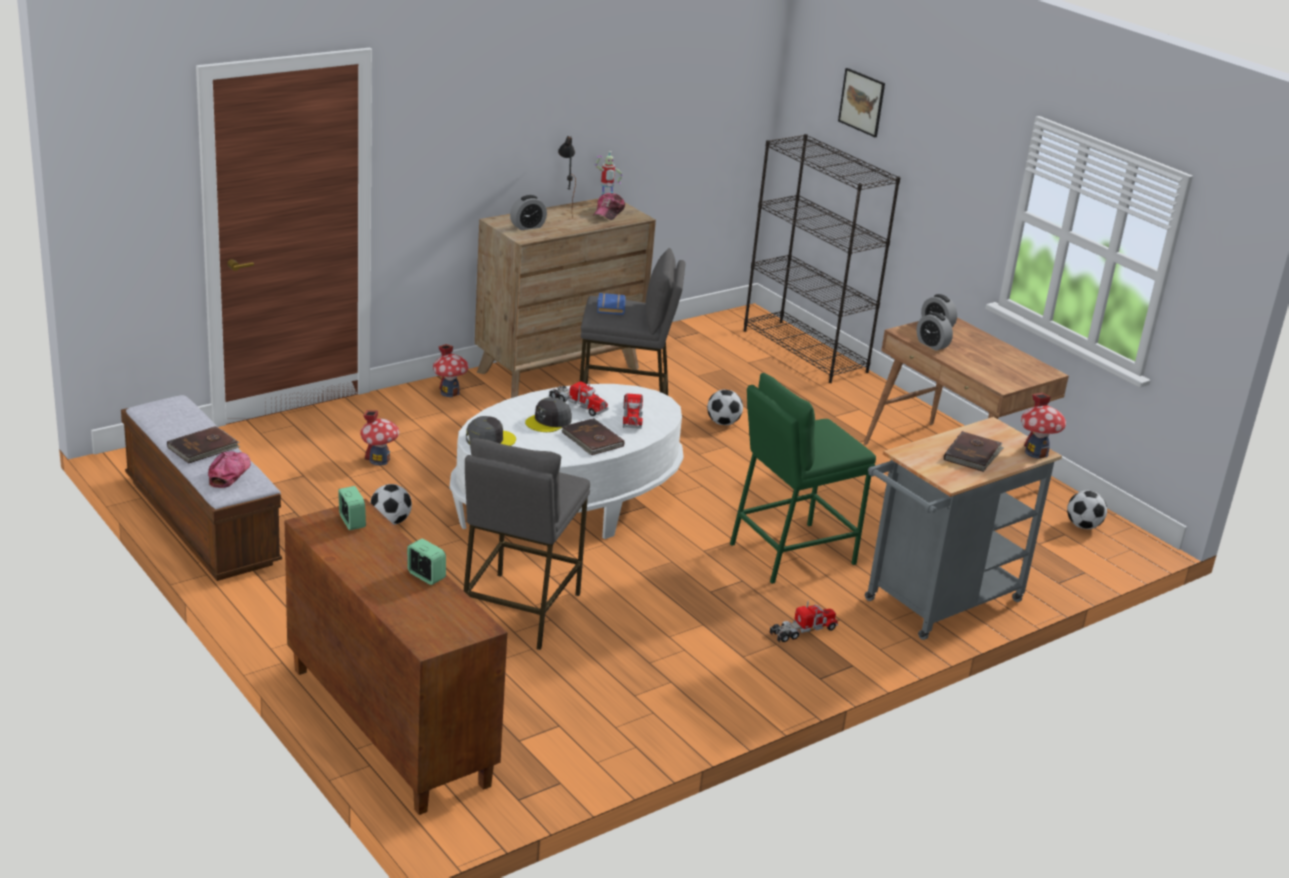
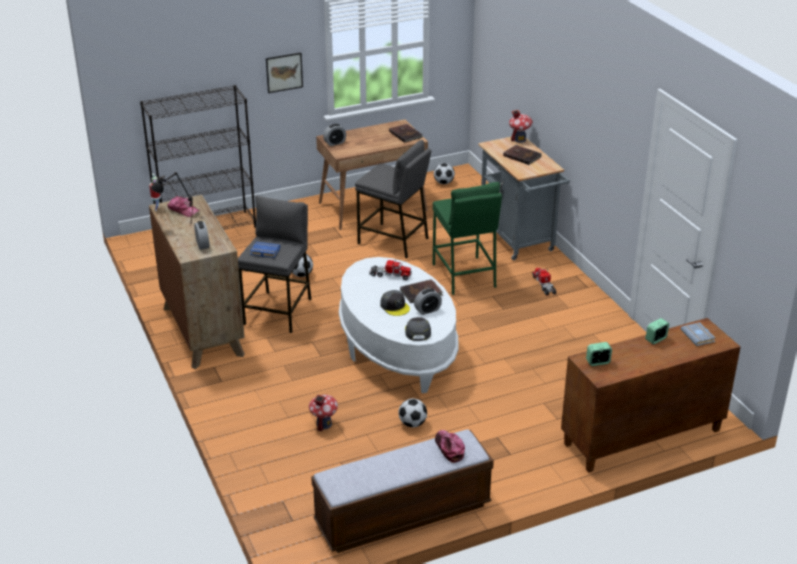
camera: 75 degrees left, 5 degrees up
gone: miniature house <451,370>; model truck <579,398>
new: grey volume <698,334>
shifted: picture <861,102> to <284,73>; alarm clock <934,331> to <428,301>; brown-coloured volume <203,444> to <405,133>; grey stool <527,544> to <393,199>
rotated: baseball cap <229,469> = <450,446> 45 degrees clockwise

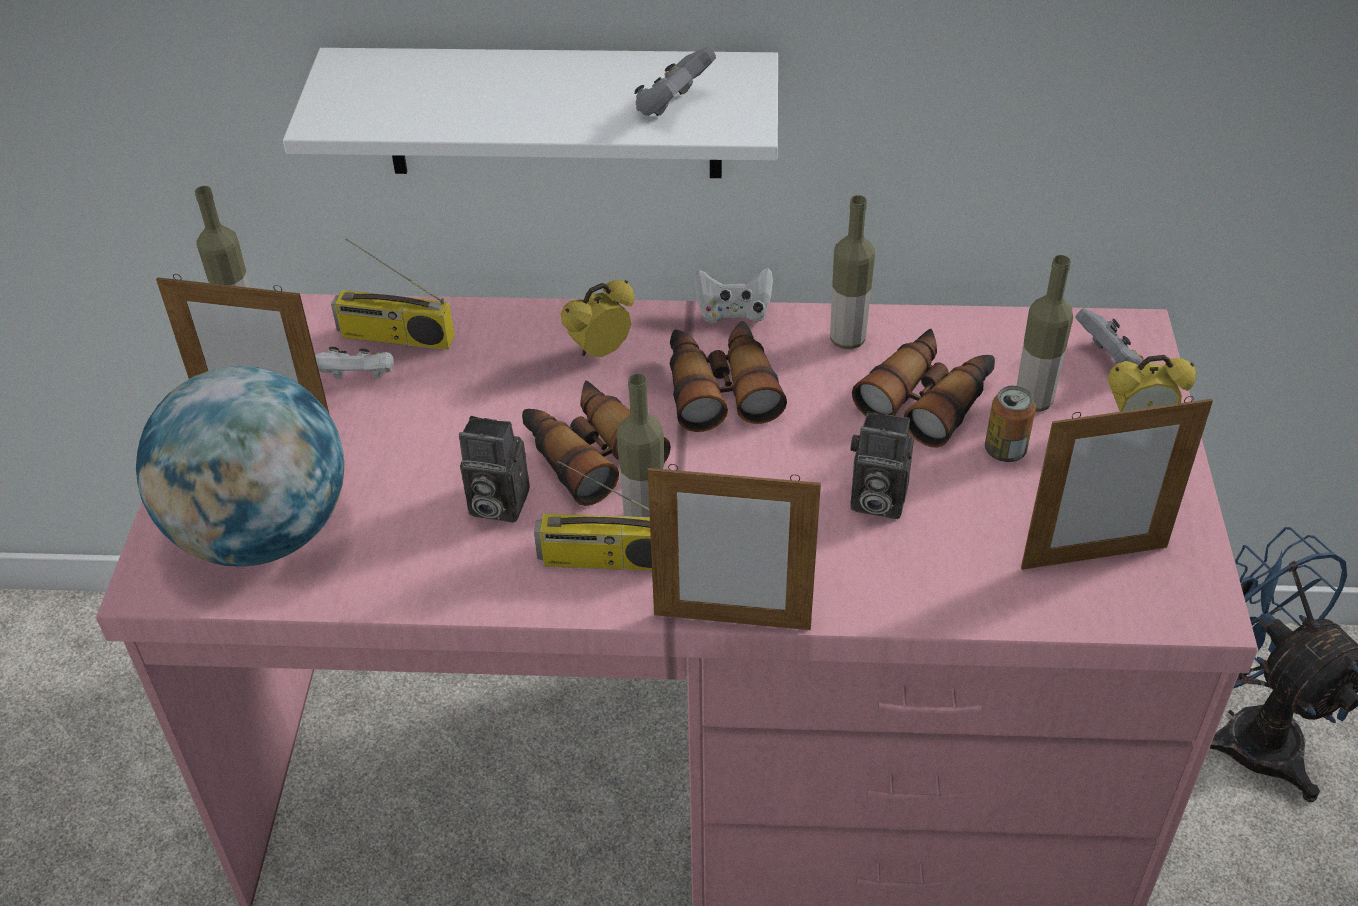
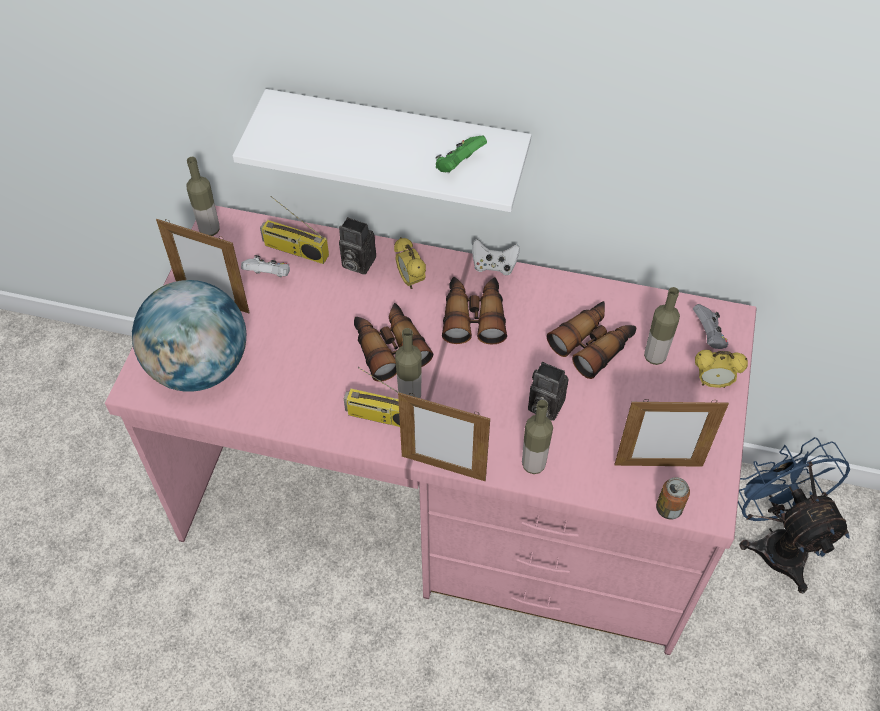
camera: 10 degrees right, 10 degrees up
shifted: drink bottle <852,272> to <537,437>; metal can <1010,424> to <673,498>; photo camera <494,469> to <357,246>
repainted: grey joypad <675,81> to green-coloured joypad <461,154>
rotated: alarm clock <597,318> = <410,263> 90 degrees counterclockwise

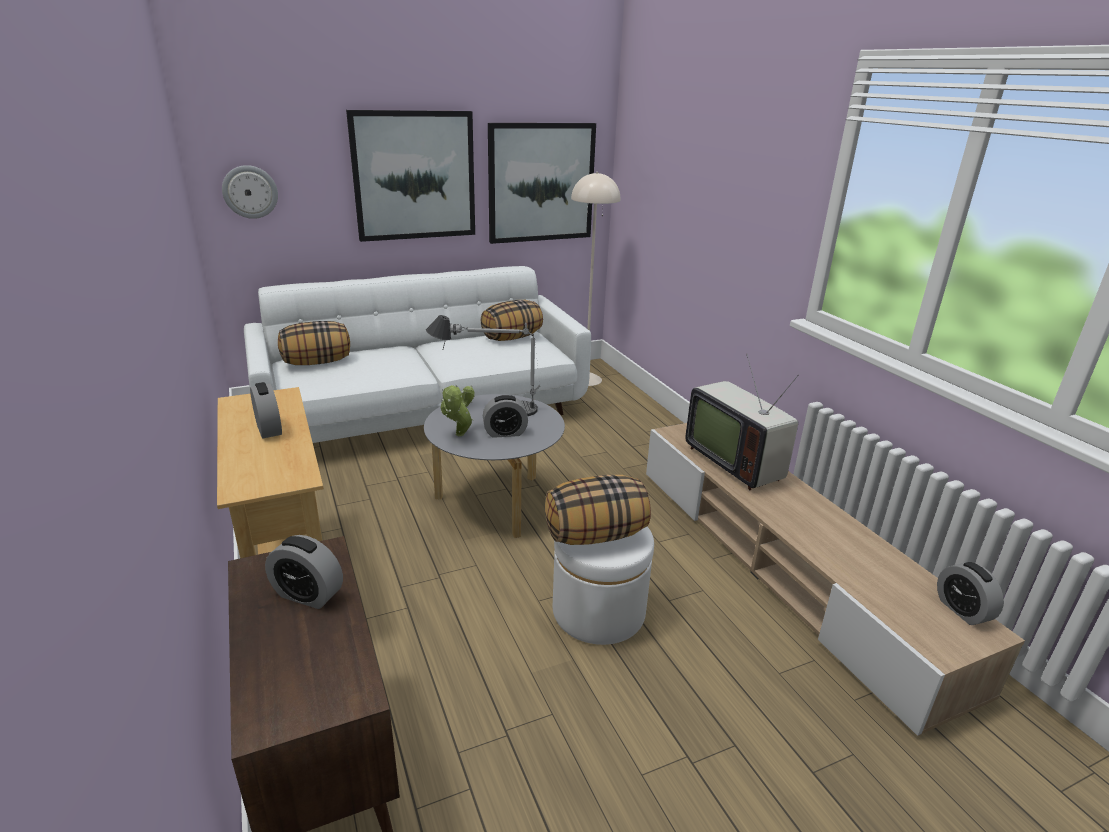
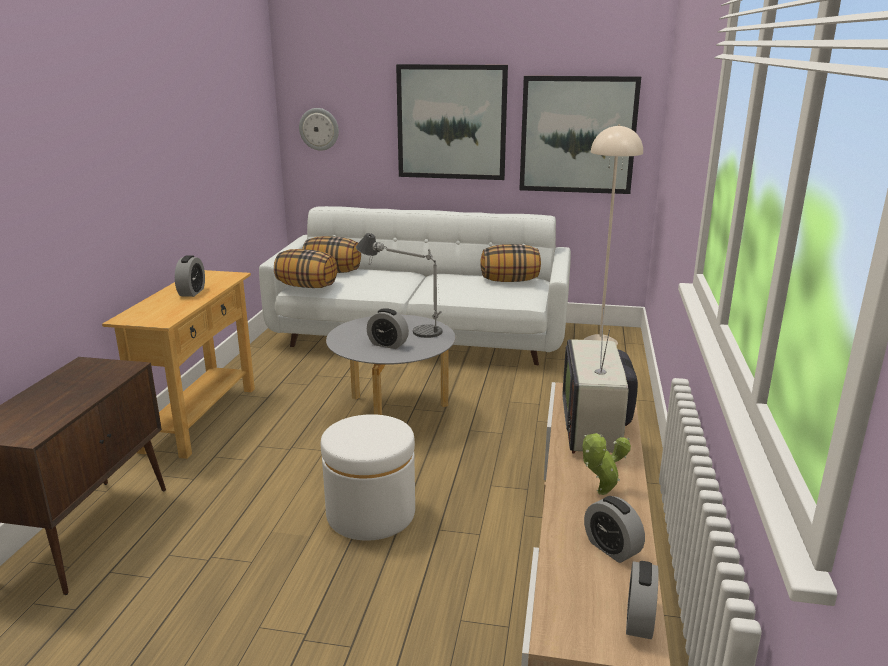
camera: 35 degrees right, 5 degrees down
shifted: plant in a pot <458,410> to <607,464>; cushion <598,510> to <305,268>; alarm clock <304,572> to <614,529>

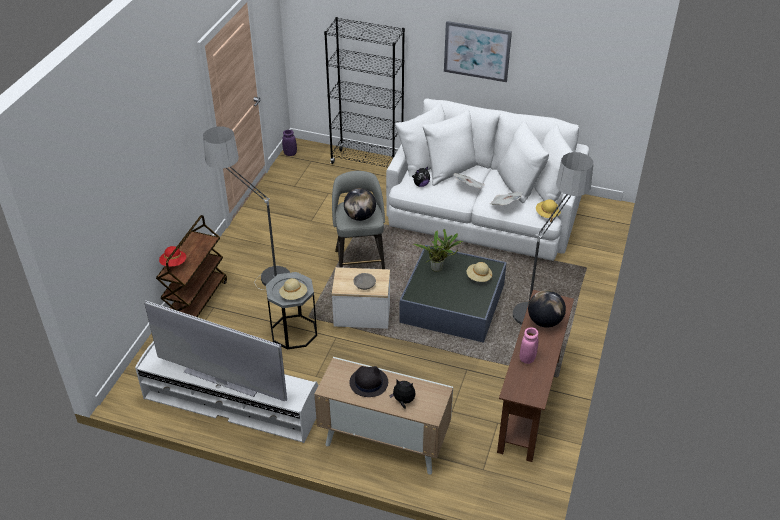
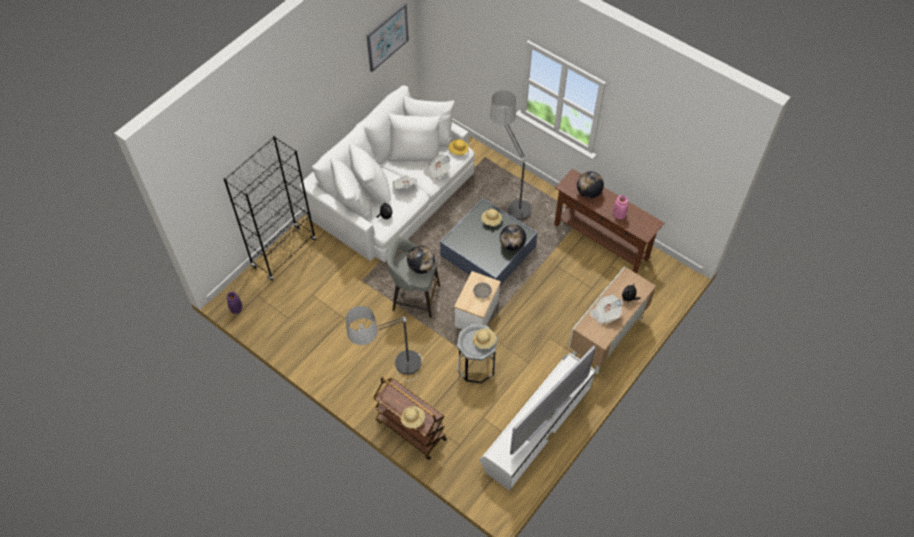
camera: 70 degrees left, 15 degrees up
gone: plant in a pot <438,250>
new: desk globe <513,237>
shifted: picture <478,51> to <388,37>
swapped: black clothing hat <368,381> to printed paper <606,310>
repainted: reddish clothing hat <172,256> to beige clothing hat <413,417>

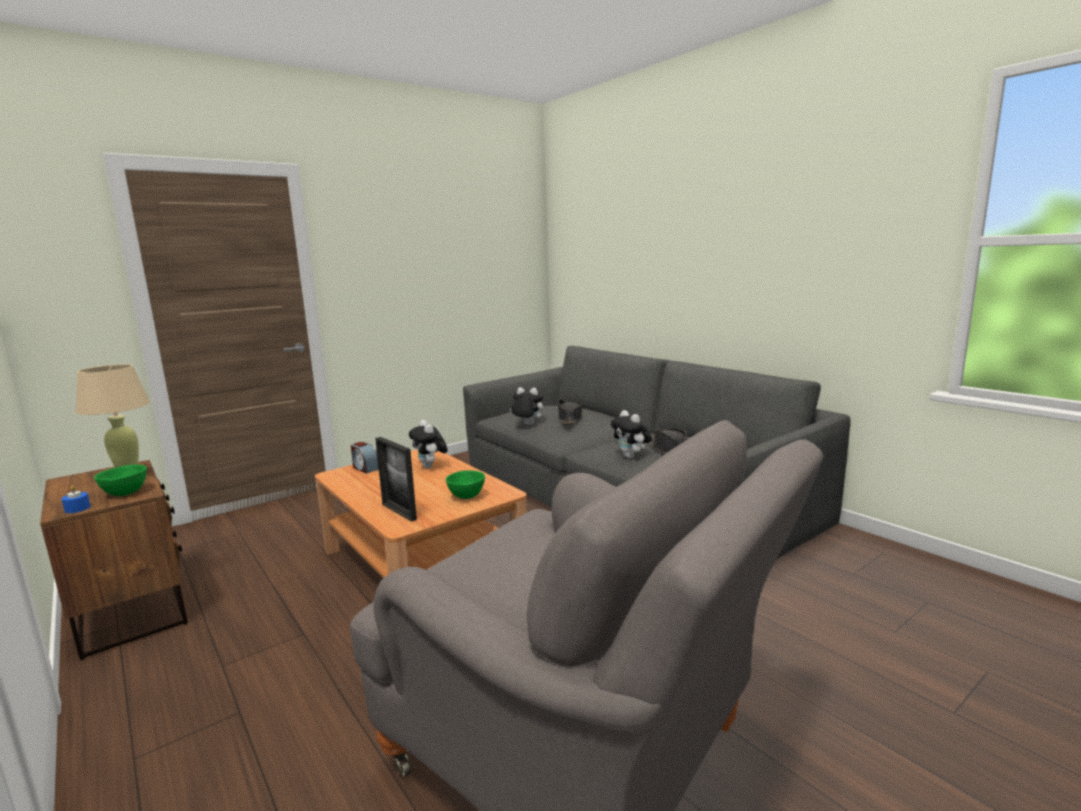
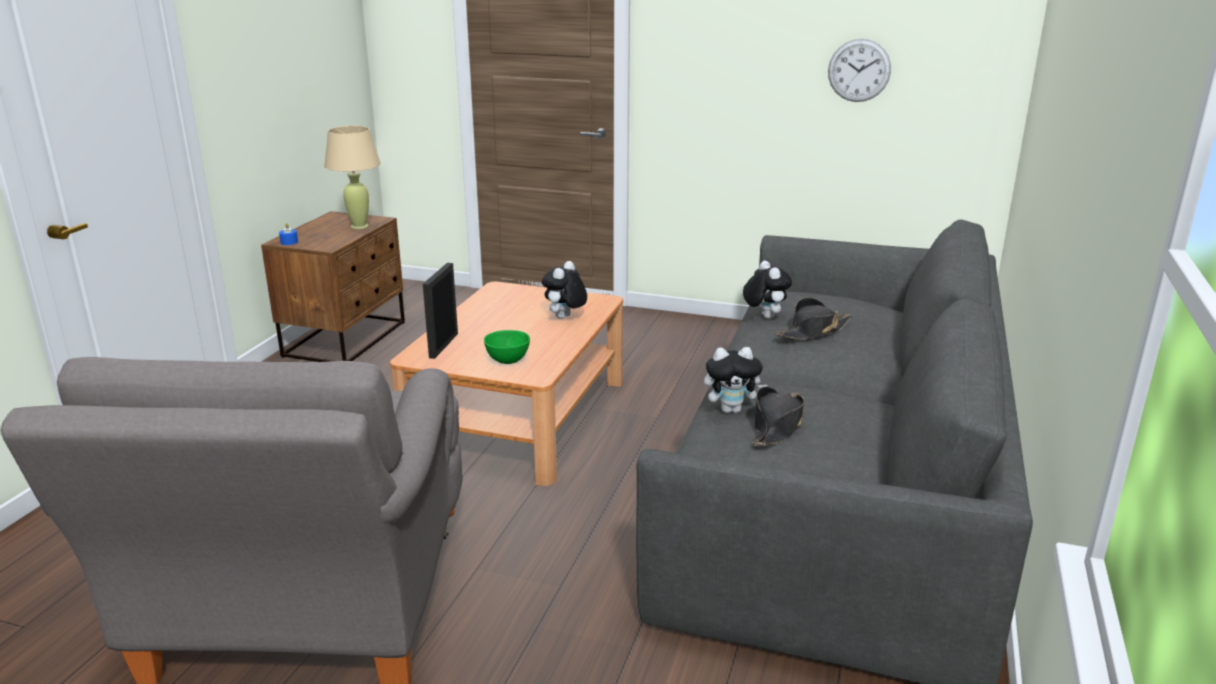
camera: 55 degrees right, 10 degrees up
gone: alarm clock <365,458>; green-coloured bowl <120,480>
new: hanging clock <859,70>
rotated: cuddly toy <631,434> = <735,380> 120 degrees counterclockwise

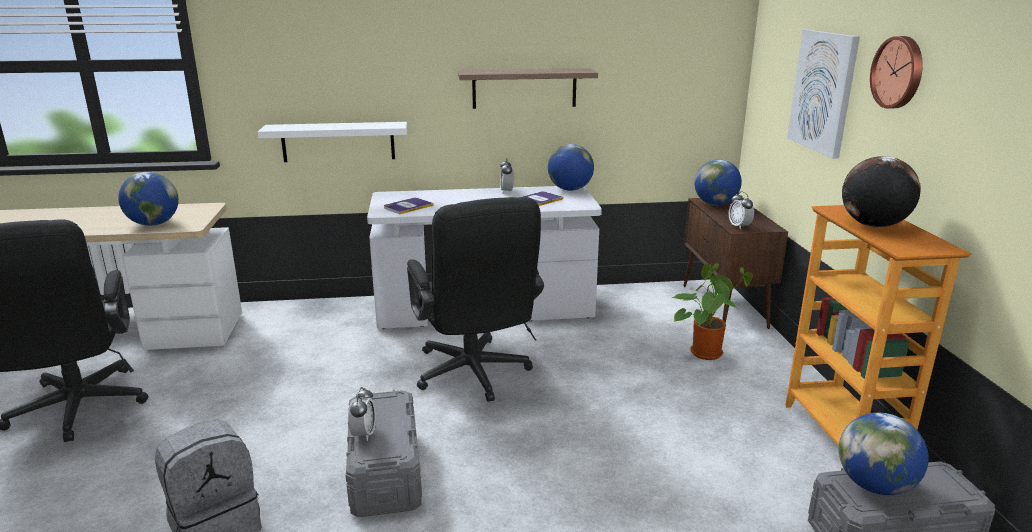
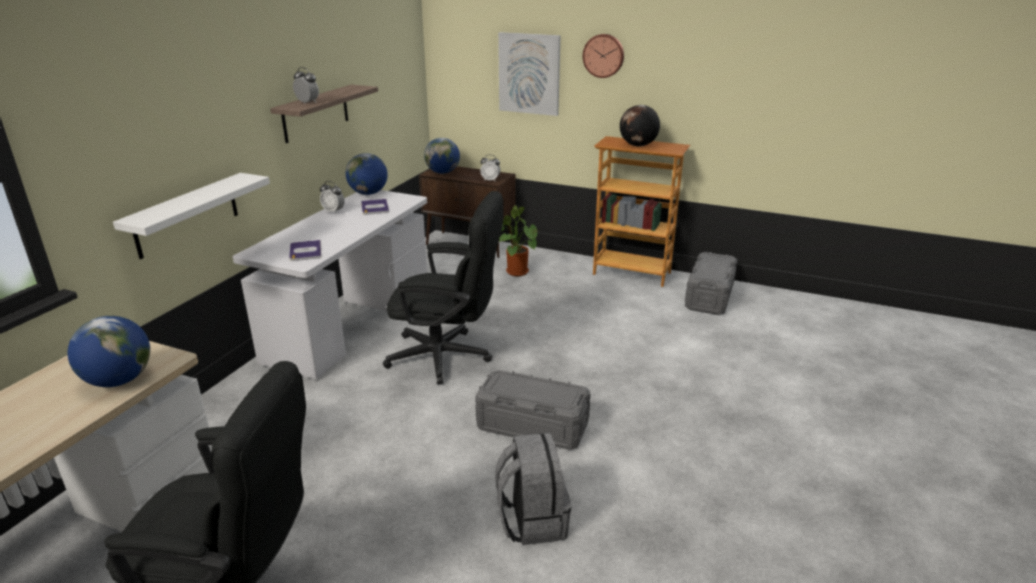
camera: 60 degrees left, 5 degrees up
gone: desk globe <884,454>
shifted: alarm clock <362,414> to <306,85>

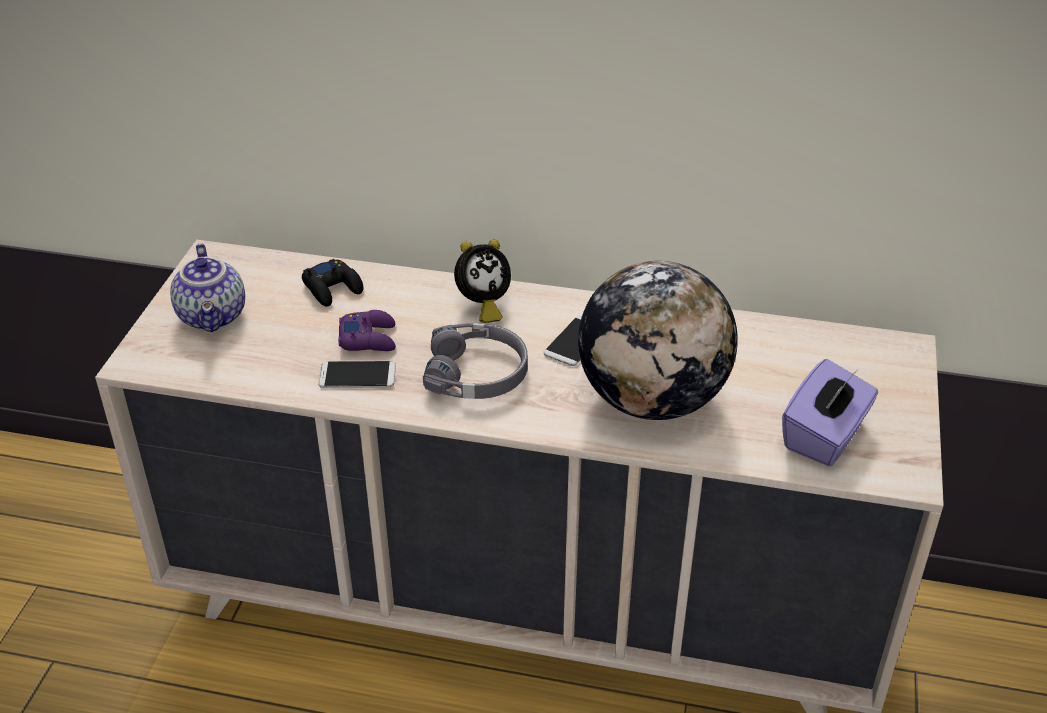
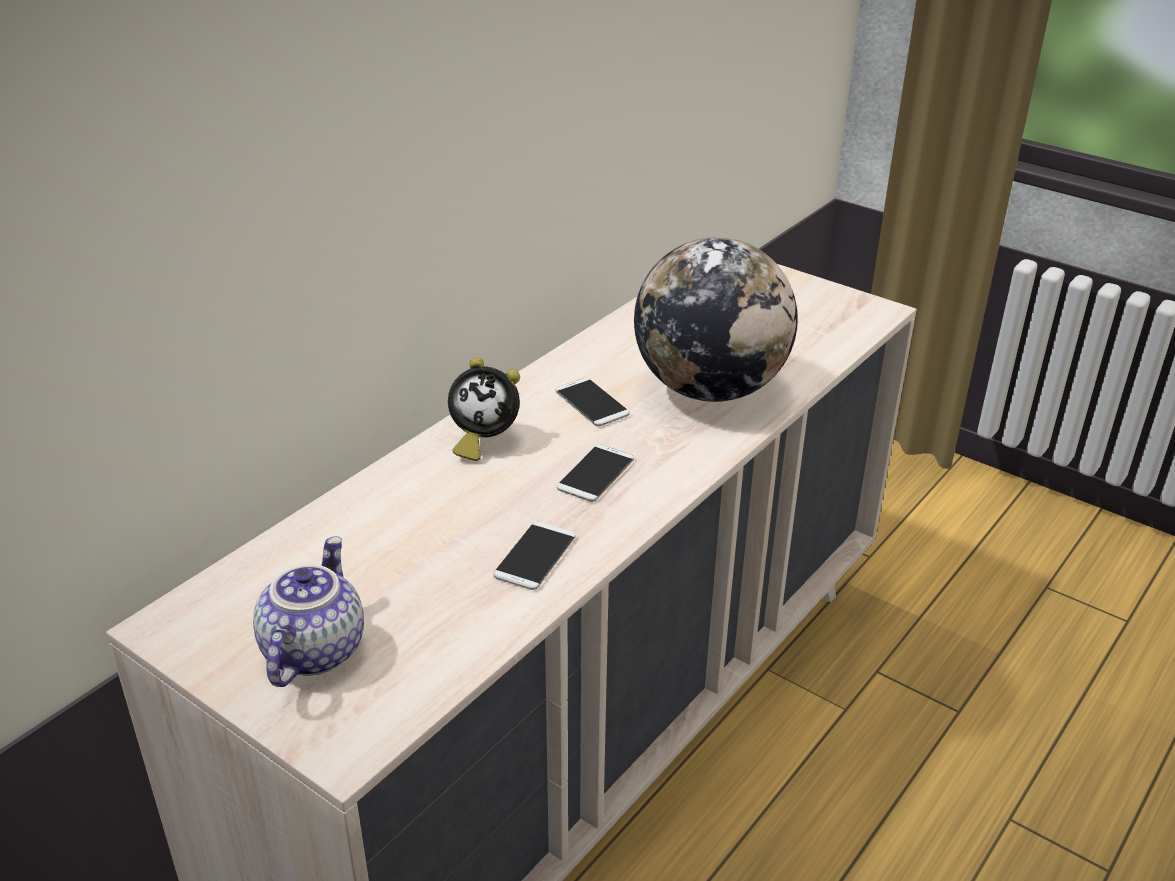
camera: 65 degrees left, 5 degrees down
gone: black joypad <332,283>; purple joypad <367,330>; purple box of tissues <830,412>
swapped: grey pair of headphones <475,361> to handset <595,473>
rotated: alarm clock <482,281> = <484,409> 105 degrees clockwise; tea pot <207,288> = <308,611> 90 degrees counterclockwise

